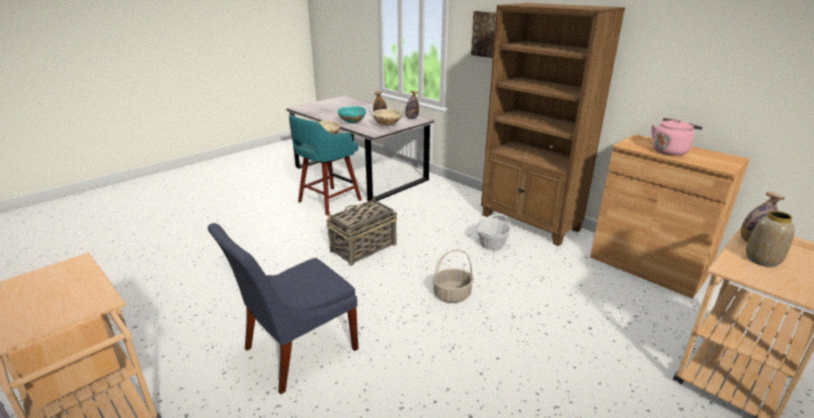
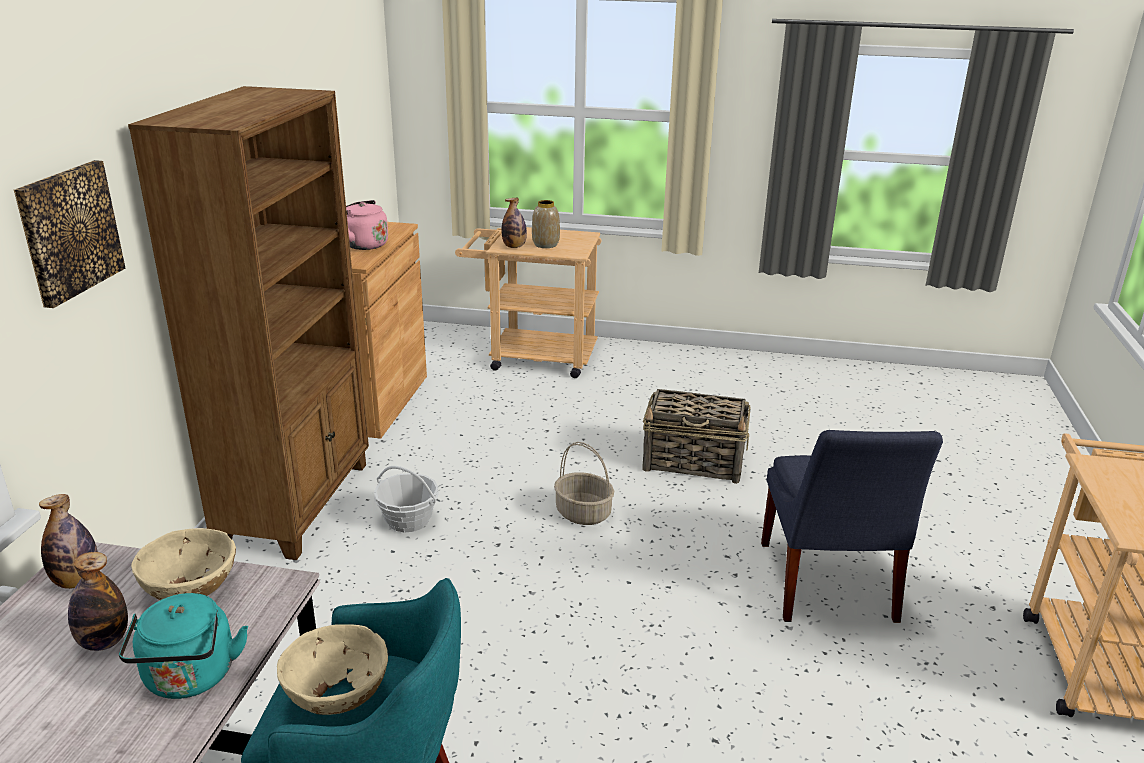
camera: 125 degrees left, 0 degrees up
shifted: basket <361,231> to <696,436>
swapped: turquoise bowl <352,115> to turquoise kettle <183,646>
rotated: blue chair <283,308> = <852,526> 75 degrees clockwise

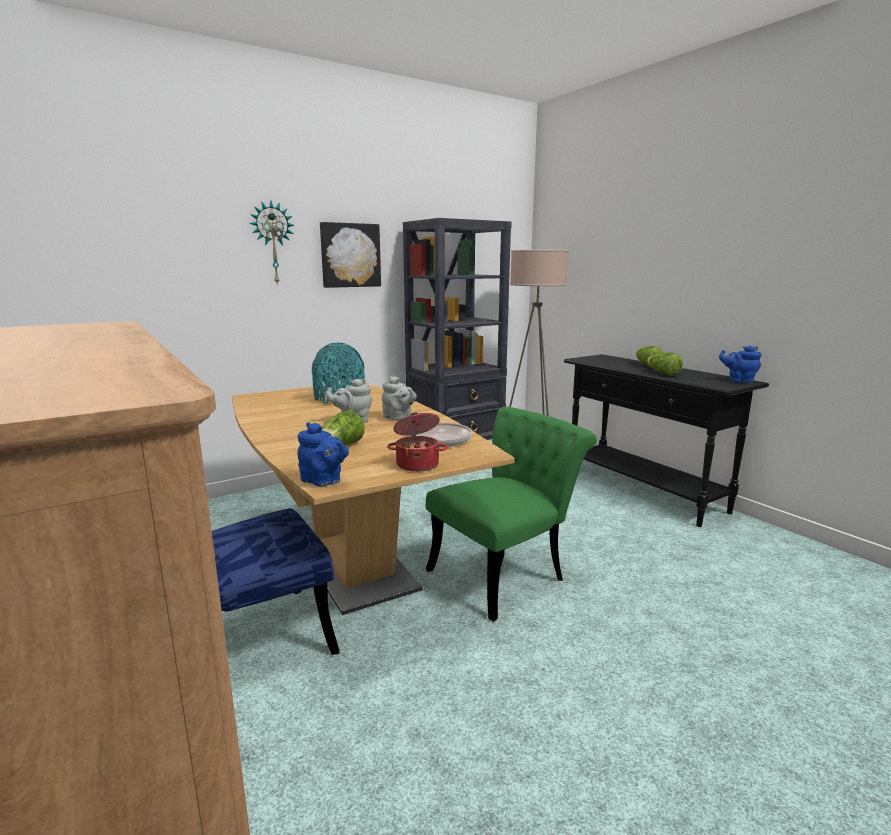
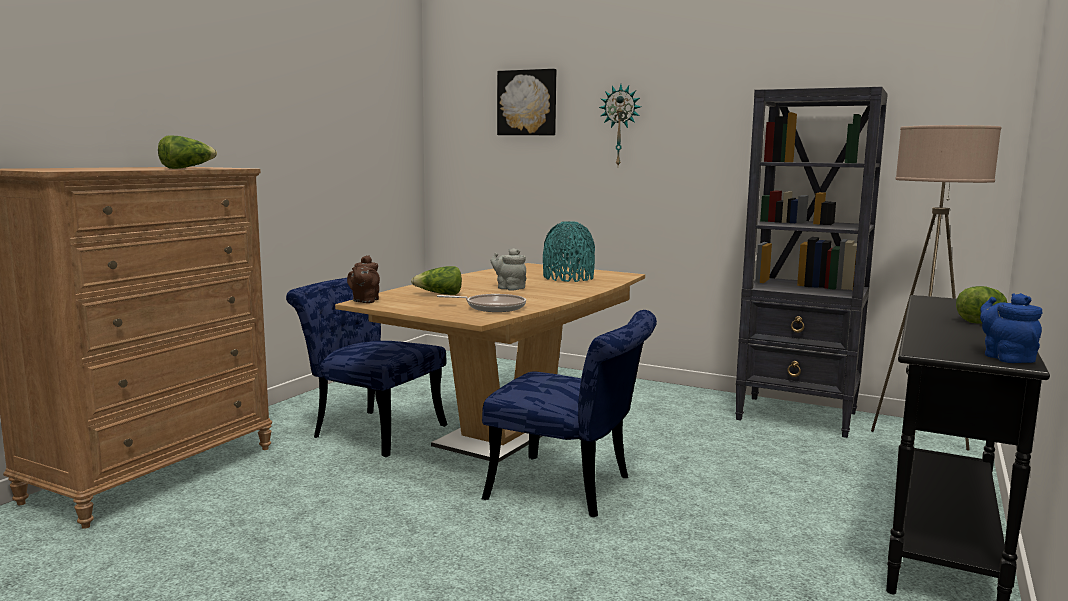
camera: 60 degrees right, 5 degrees down
gone: grey tea pot <399,398>; stockpot <417,442>
shifted: picture <350,255> to <526,102>; head of lettuce <665,364> to <187,152>
repainted: green-coloured chair <511,514> to blue chair <569,413>; blue tea pot <323,454> to brown-coloured tea pot <363,279>

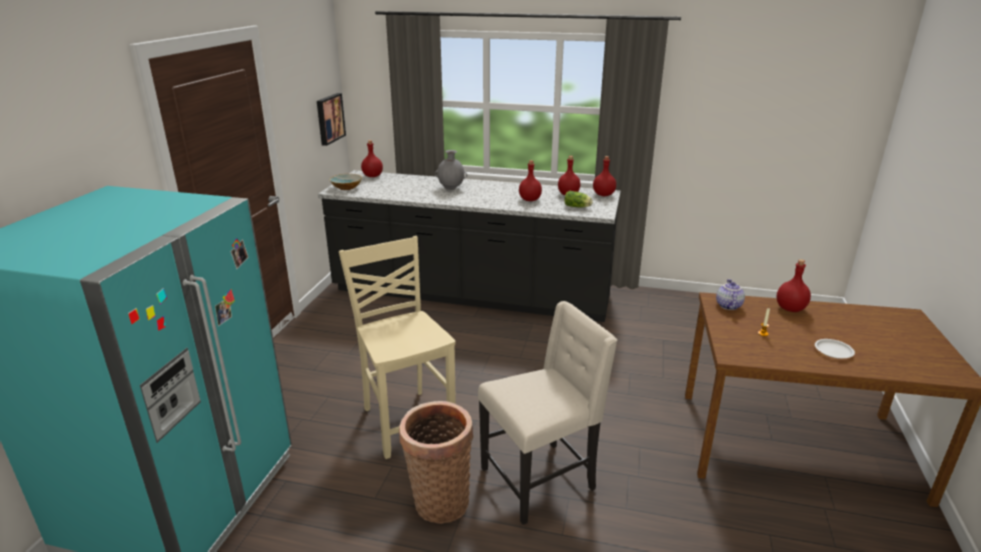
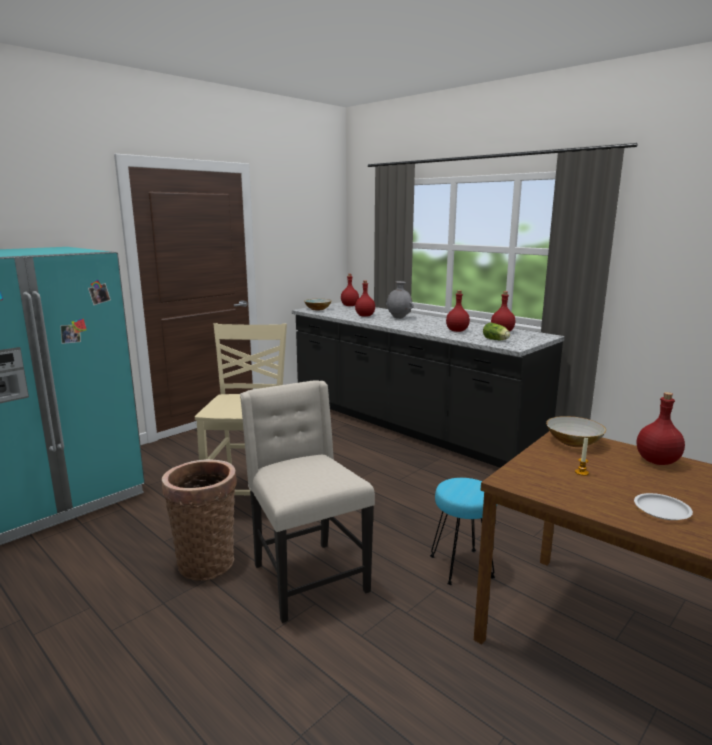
camera: 30 degrees right, 10 degrees down
gone: picture <331,119>
new: turquoise stool <463,531>
shifted: reddish drink bottle <604,176> to <365,298>
swapped: tea pot <730,294> to bowl <576,431>
rotated: beige chair <548,413> = <307,501> 120 degrees counterclockwise

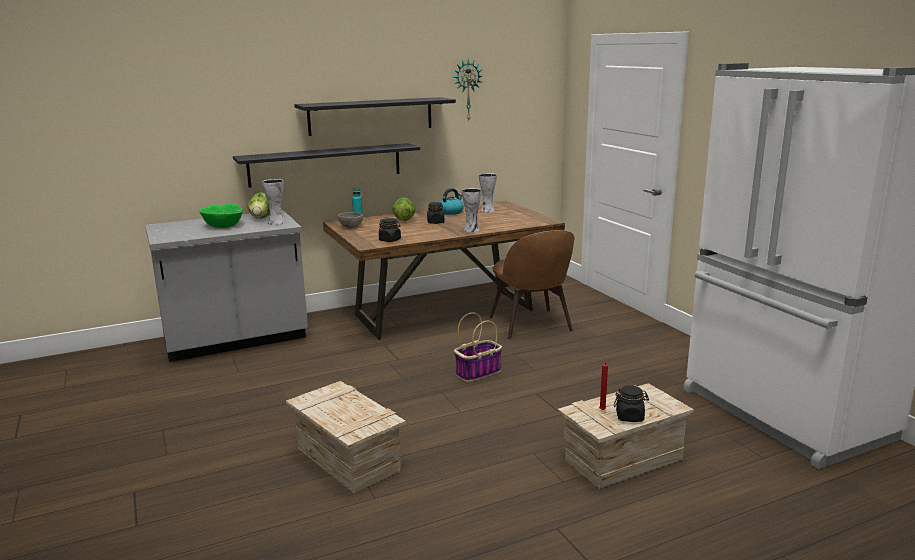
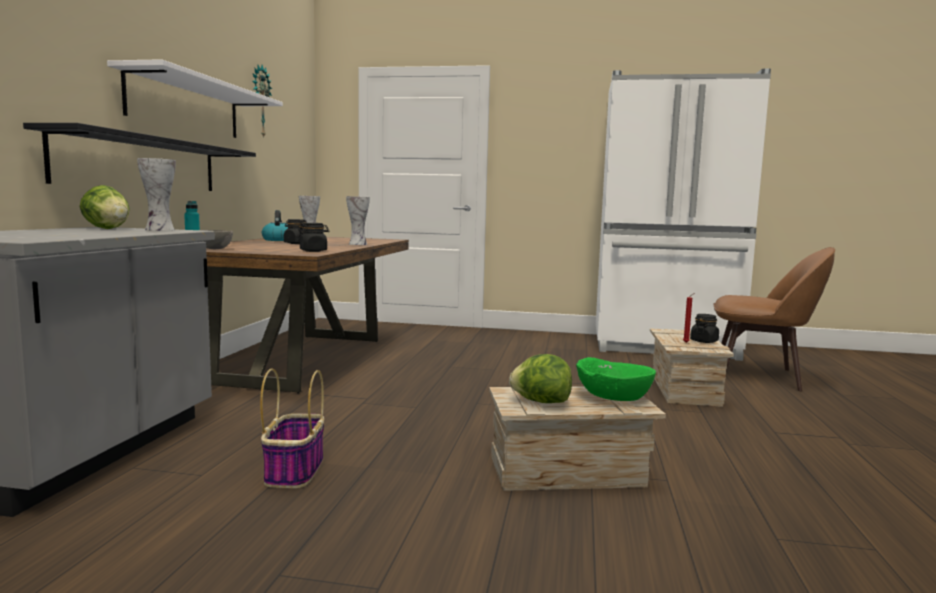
camera: 55 degrees left, 10 degrees down
shifted: head of lettuce <403,209> to <540,378>; green-coloured bowl <221,216> to <616,379>; brown-coloured chair <531,284> to <774,319>; basket <478,347> to <292,428>
repainted: black wall shelf <375,116> to whitish wall shelf <195,98>

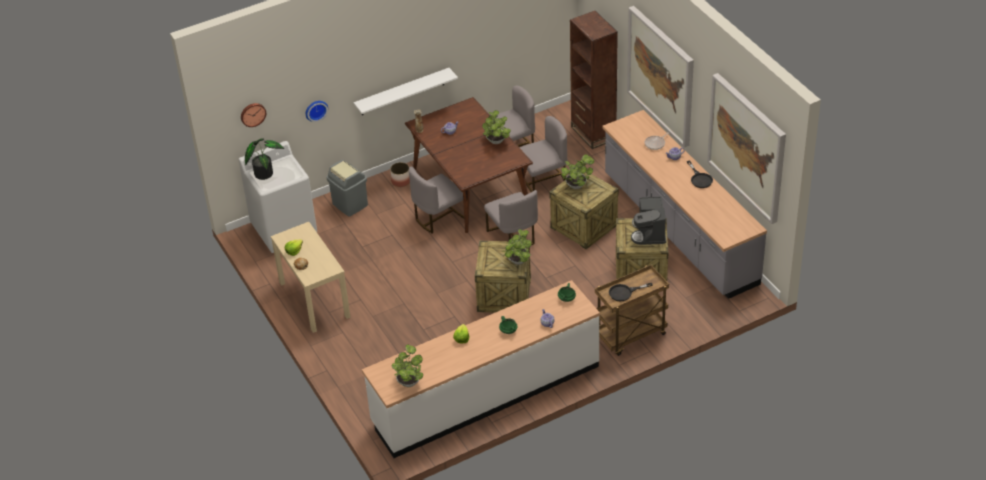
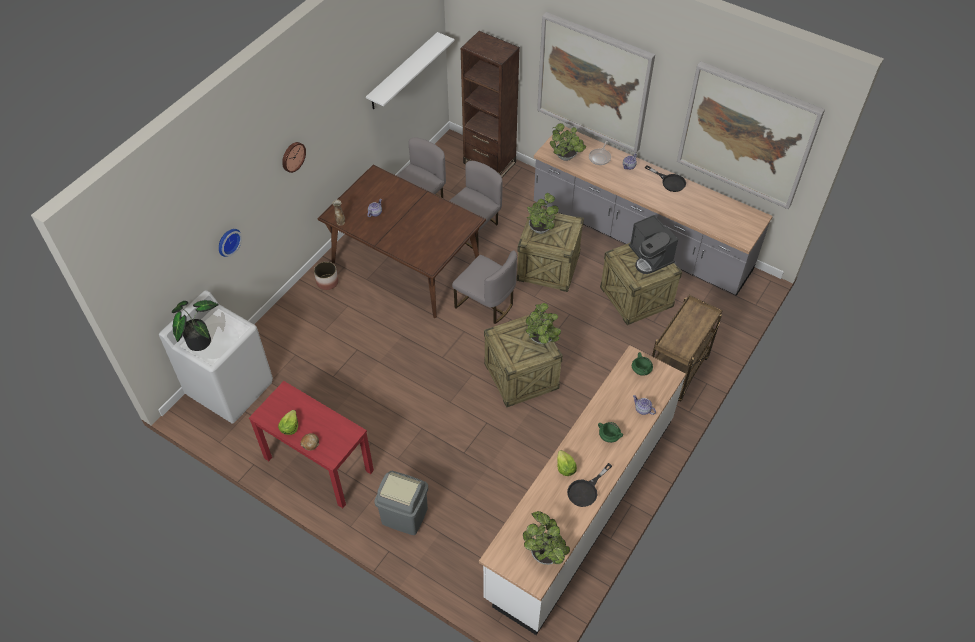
camera: 30 degrees left, 10 degrees up
gone: grey chair <436,199>
shifted: whitish wall shelf <406,91> to <410,70>; hanging clock <253,115> to <294,157>; plant in a pot <496,127> to <568,142>; grey waste bin <347,188> to <401,503>; black frying pan <630,292> to <589,485>
repainted: beige narrow table <311,277> to reddish narrow table <311,444>

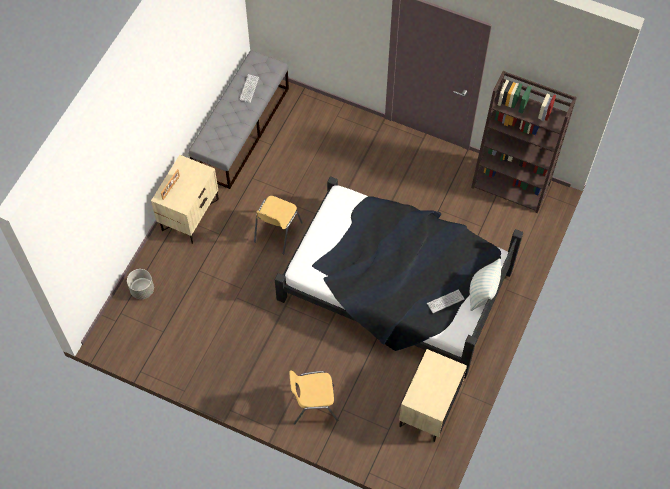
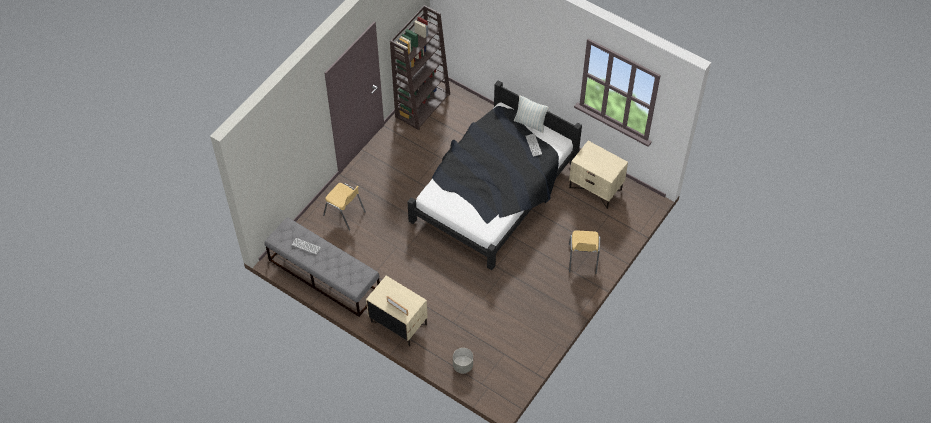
camera: 80 degrees left, 5 degrees down
shifted: yellow-coloured chair <278,225> to <344,206>

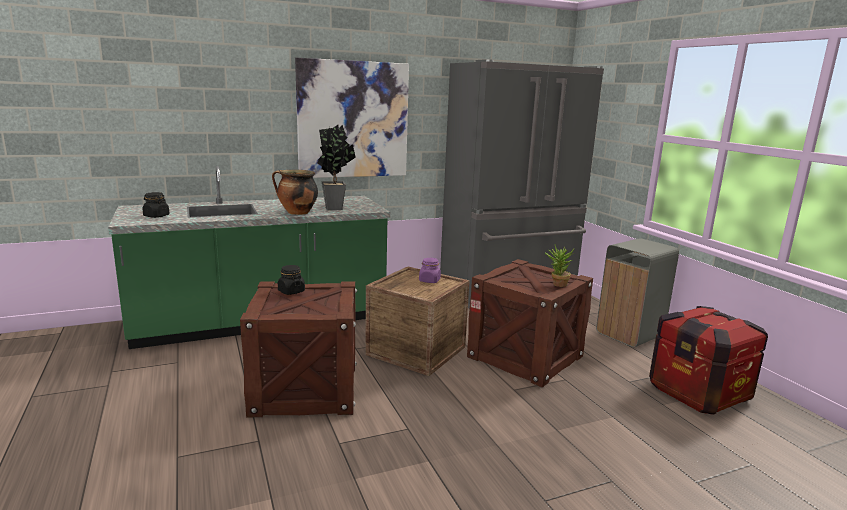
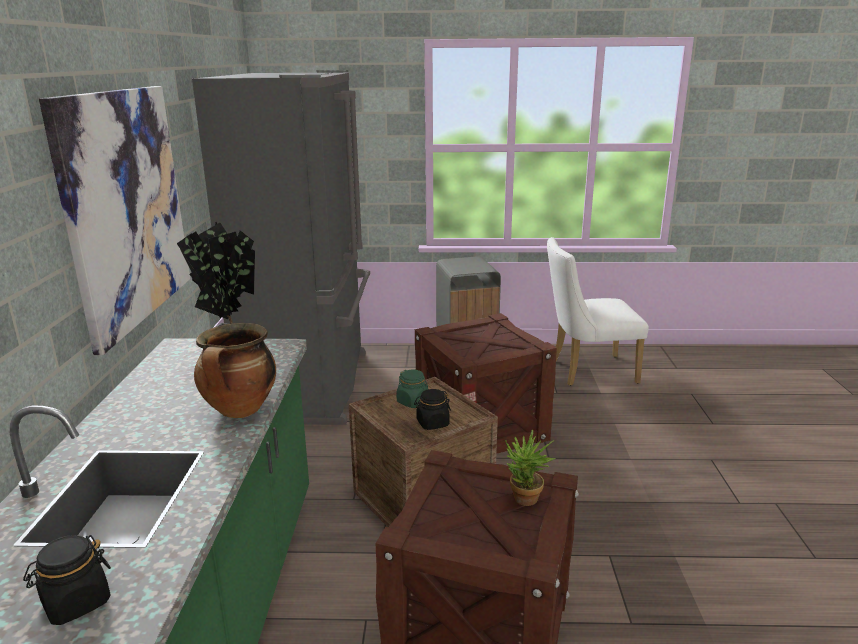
camera: 65 degrees left, 5 degrees up
shifted: plant in a pot <560,266> to <530,468>; black storage jar <291,280> to <432,409>
swapped: crate <708,360> to whitish chair <598,311>
repainted: purple storage jar <430,270> to green-coloured storage jar <412,389>

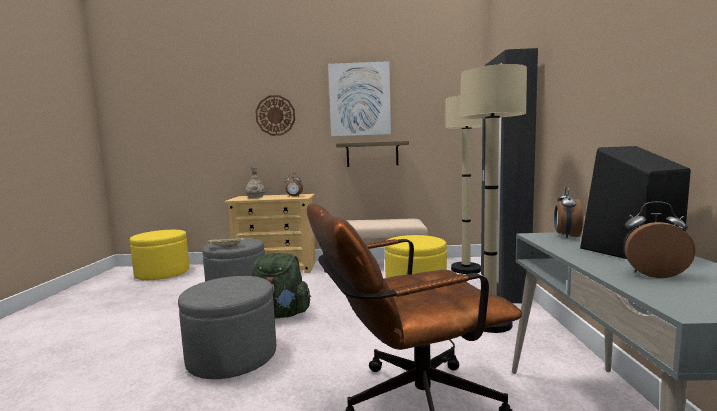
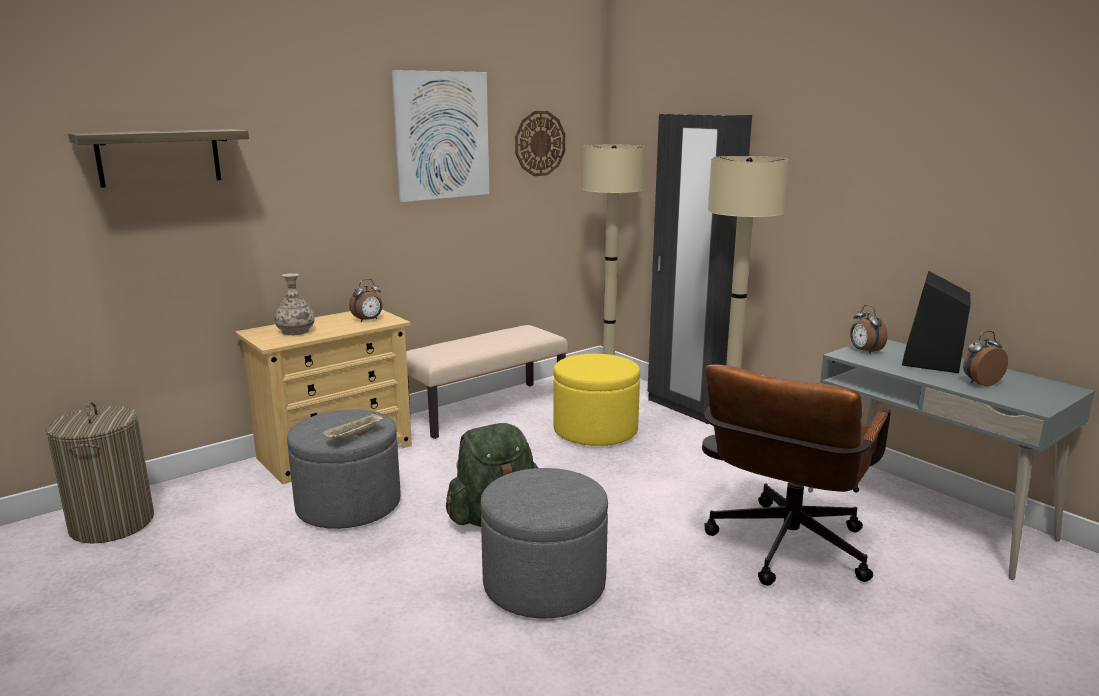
camera: 40 degrees left, 10 degrees up
shifted: hanging clock <275,115> to <540,143>; wall shelf <372,154> to <158,158>
swapped: yellow-coloured ottoman <159,255> to laundry basket <99,473>

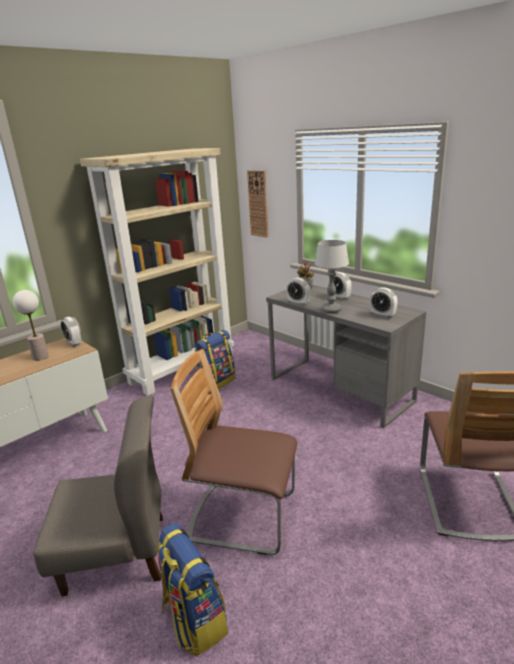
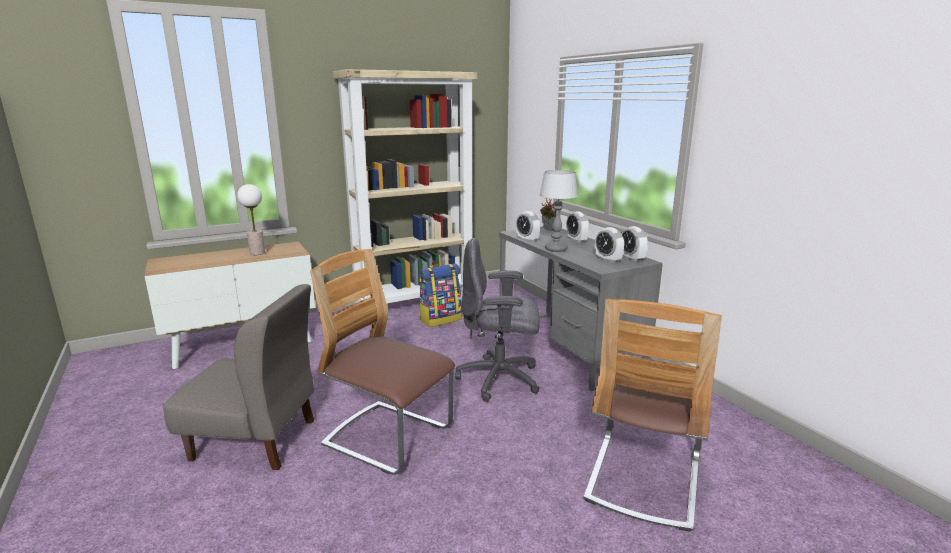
camera: 15 degrees right, 5 degrees down
gone: hanging clock <258,204>; backpack <192,590>
new: grey desk chair <497,320>
shifted: alarm clock <71,332> to <634,244>

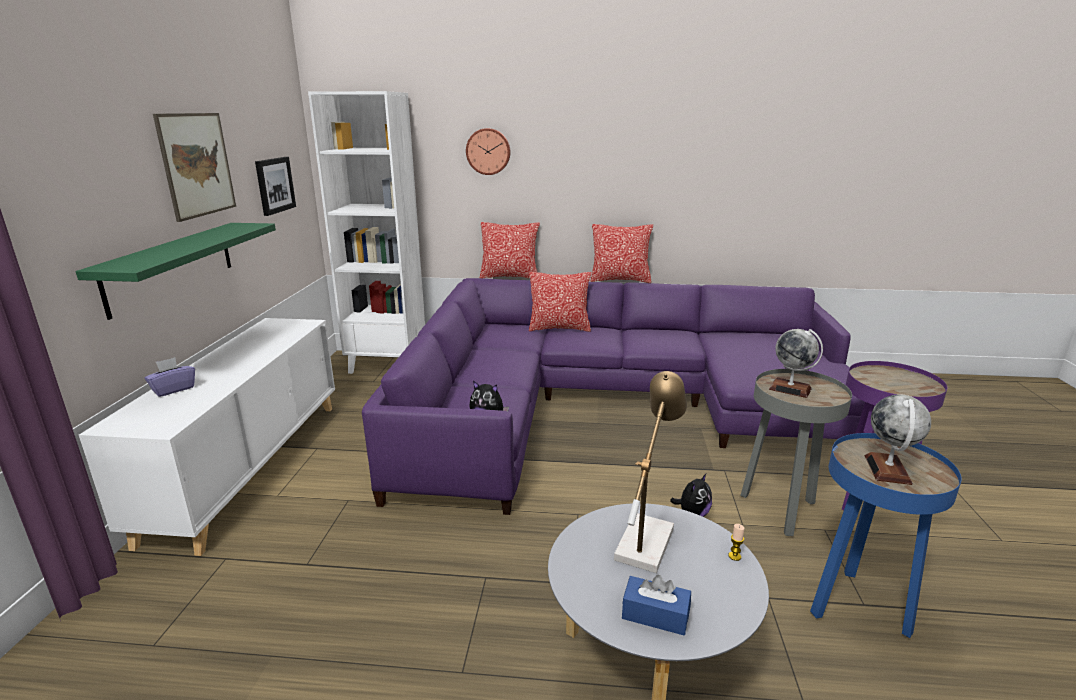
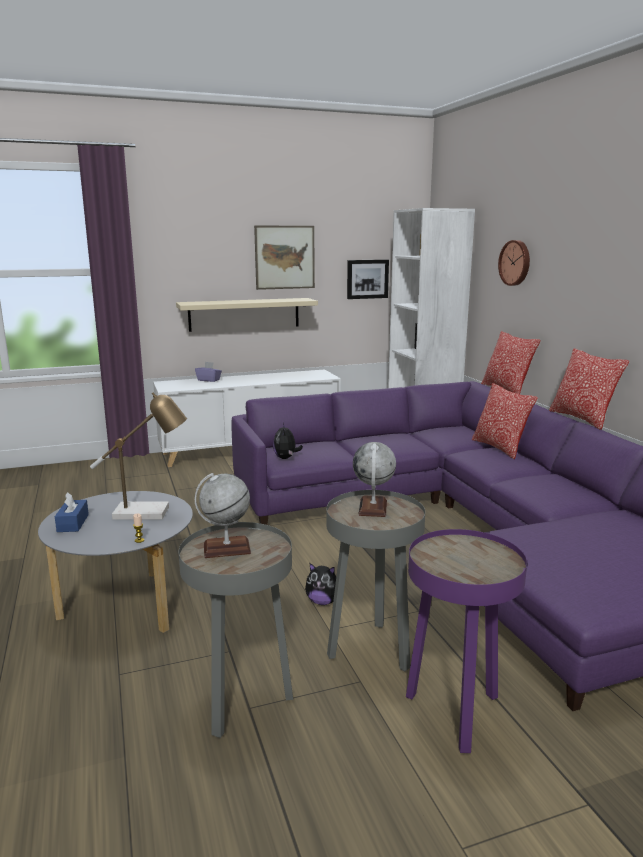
camera: 65 degrees right, 5 degrees down
repainted: green-coloured wall shelf <176,271> to beige wall shelf <247,315>; blue side table <886,535> to grey side table <236,630>

